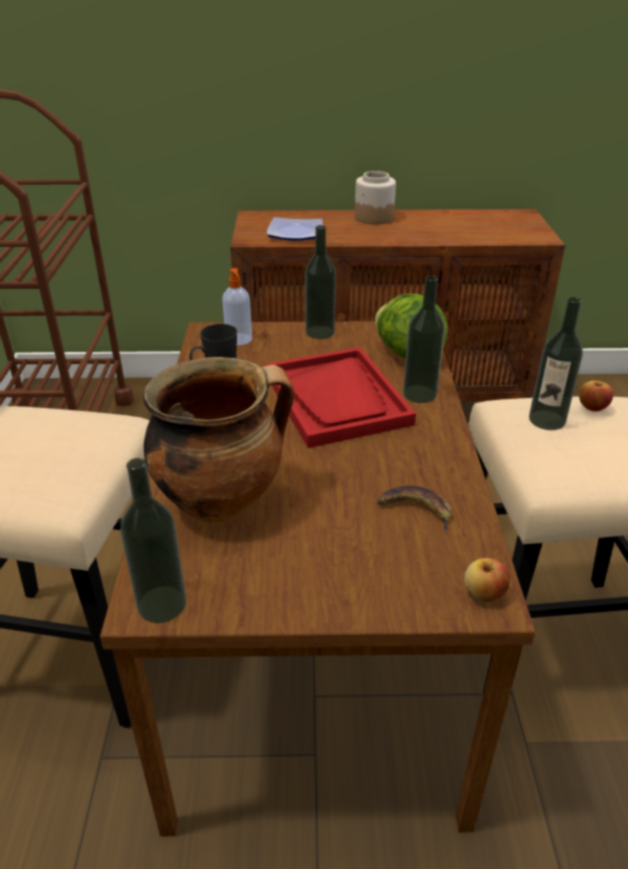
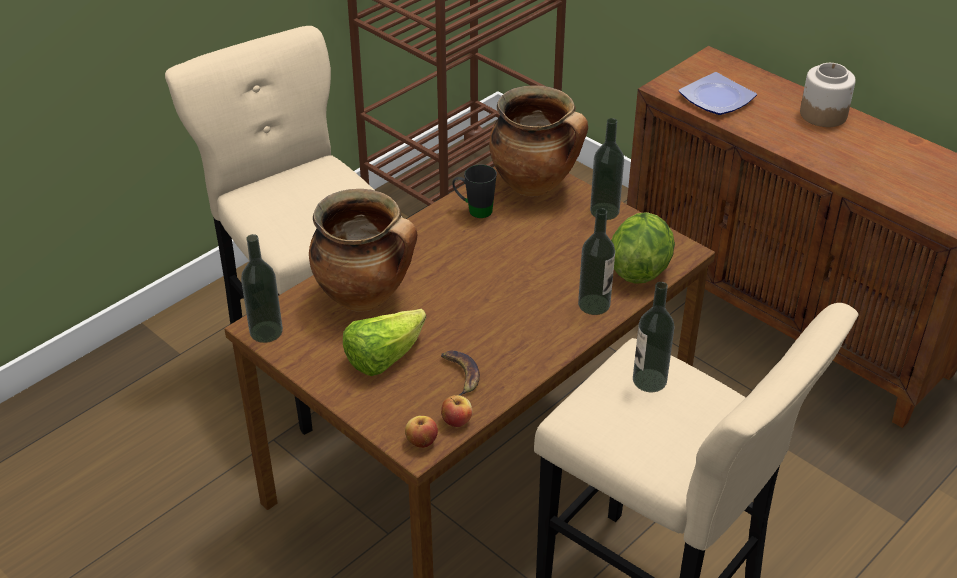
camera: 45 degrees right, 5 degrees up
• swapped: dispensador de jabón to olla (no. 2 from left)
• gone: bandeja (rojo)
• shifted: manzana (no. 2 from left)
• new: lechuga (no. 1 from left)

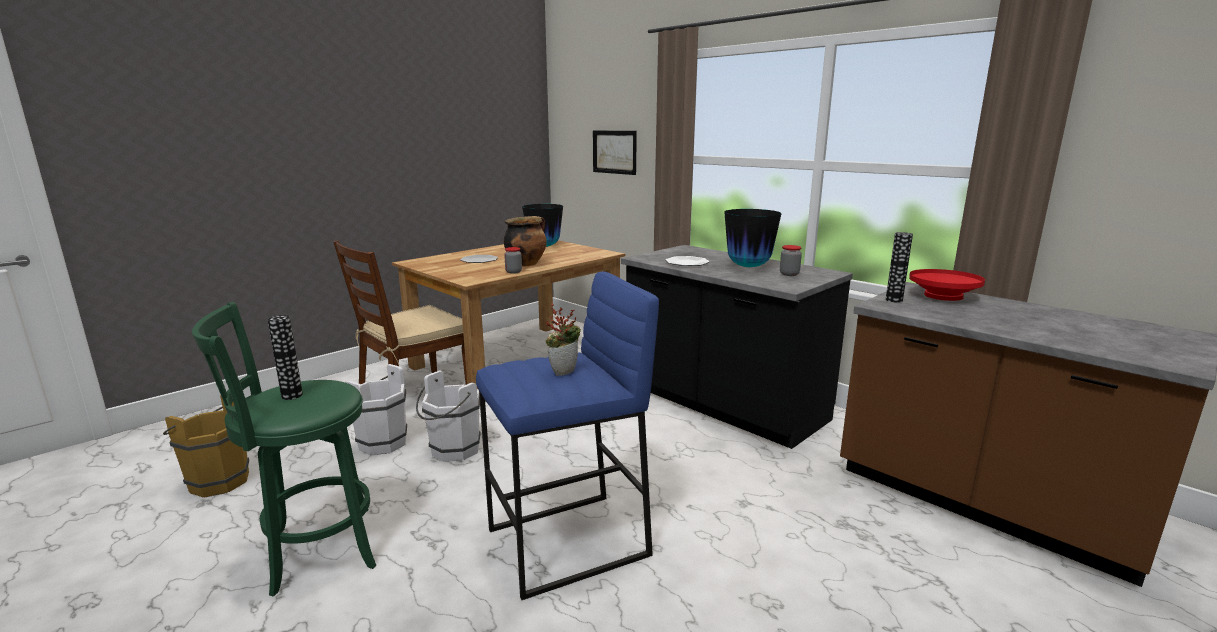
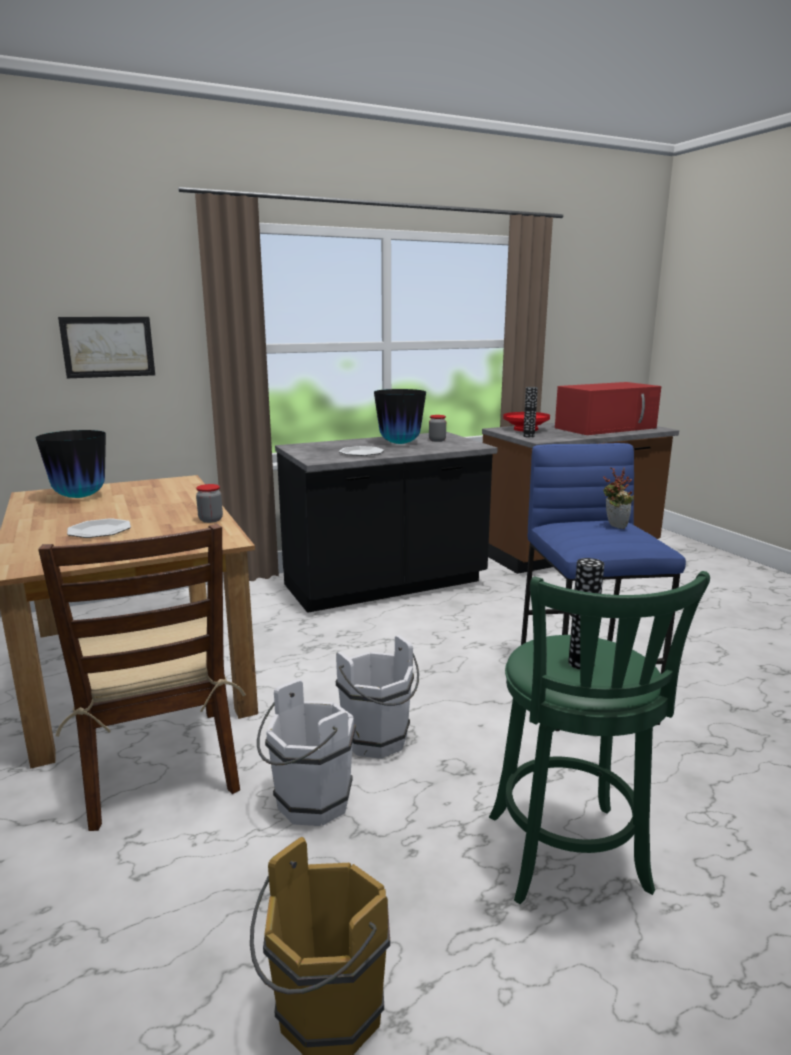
camera: 70 degrees left, 0 degrees up
• gone: olla
• new: microondas (rojo)

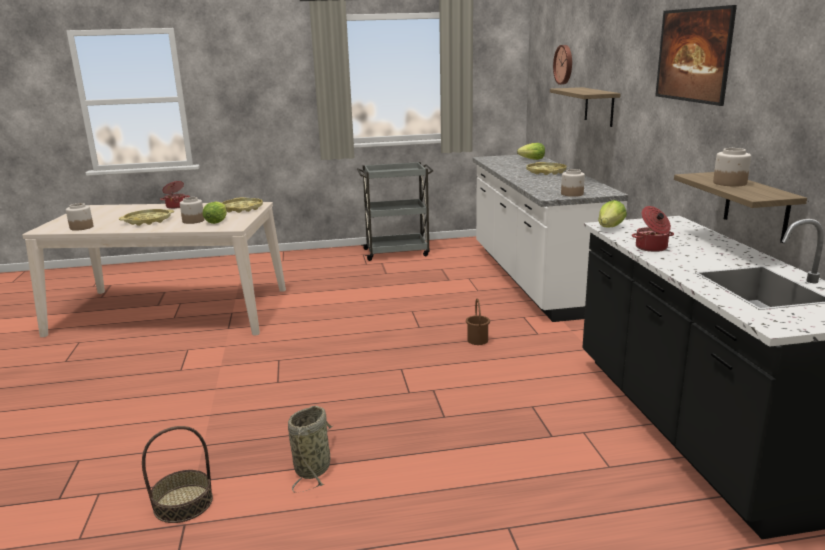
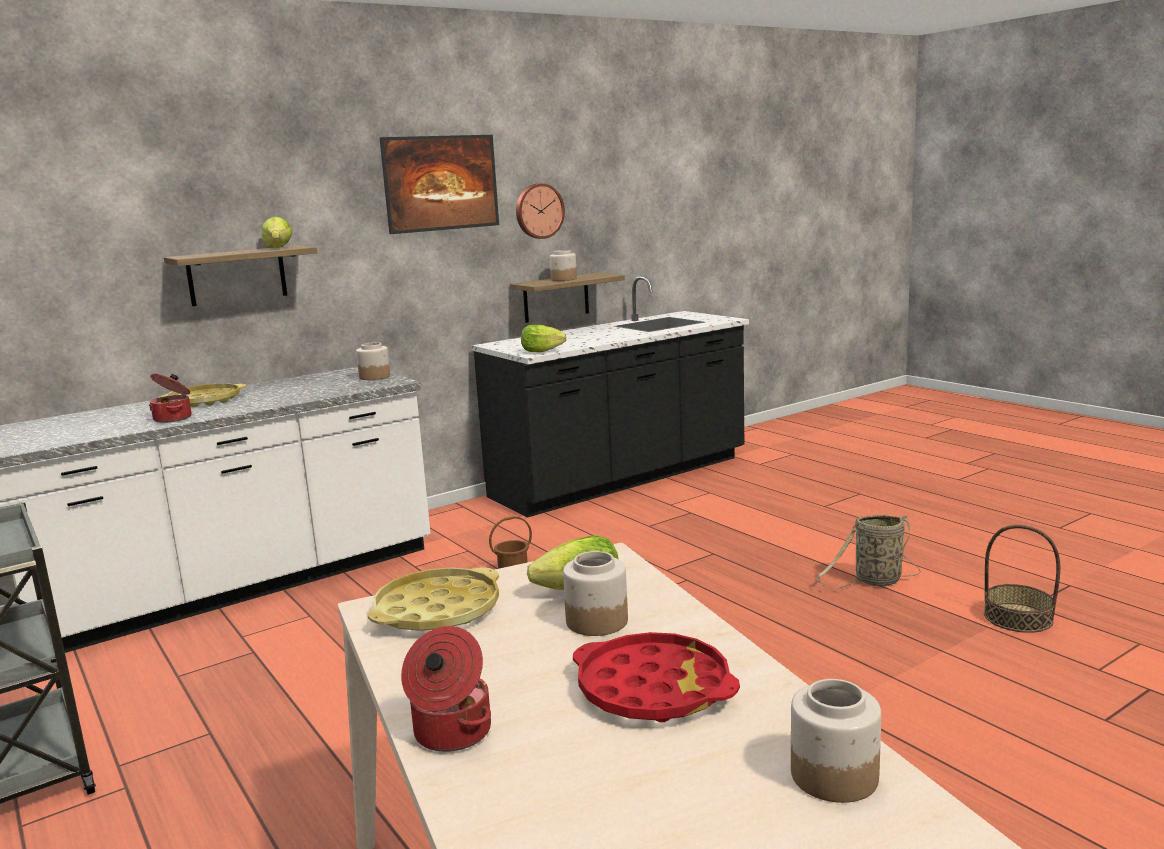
camera: 115 degrees left, 5 degrees down
• repainted: bandeja (amarillo) (no. 1 from left) to bandeja (rojo)
• shifted: lechuga (no. 2 from left in the first image) to lechuga (no. 1 from left)
• shifted: reloj de pared
• shifted: olla (no. 2 from left in the first image) to olla (no. 1 from left)

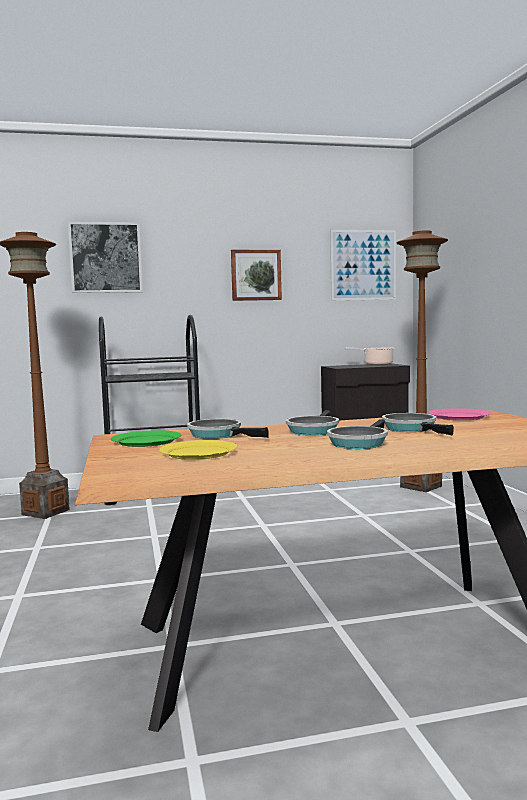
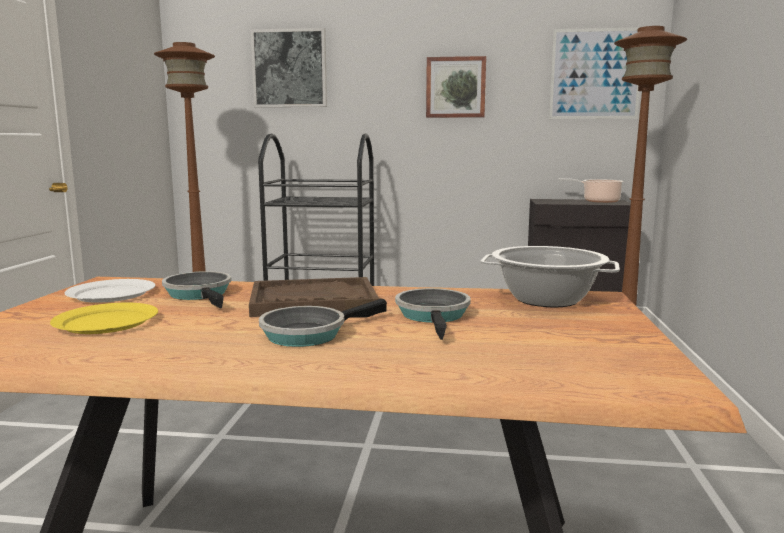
camera: 20 degrees right, 5 degrees up
• repainted: plato (verde) to plato (blanco)
• swapped: sartén (no. 2 from left) to bandeja (marrón)
• swapped: plato (rosa) to olla (no. 1 from left)

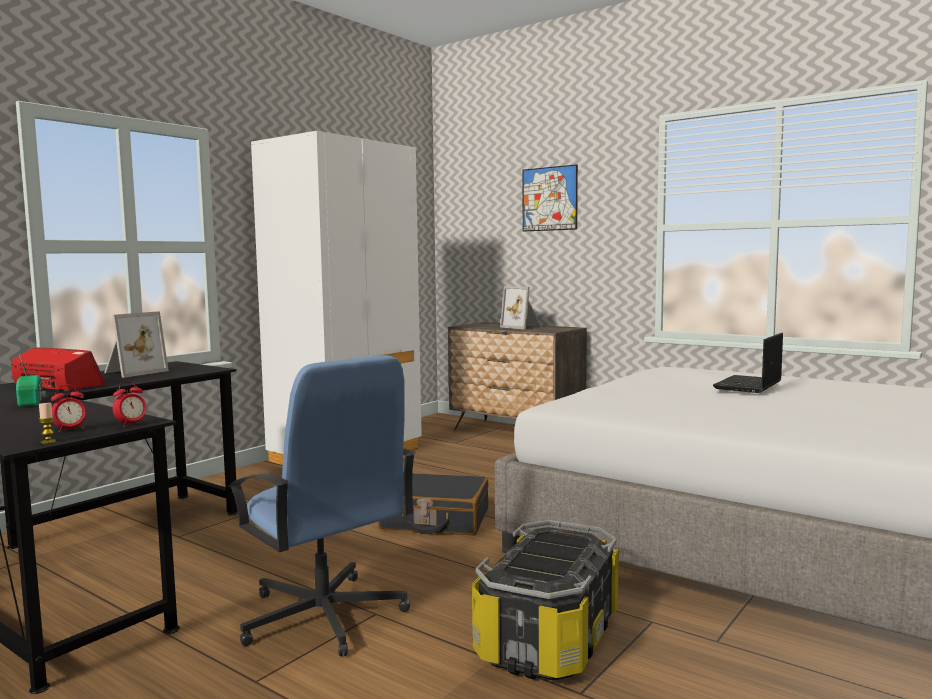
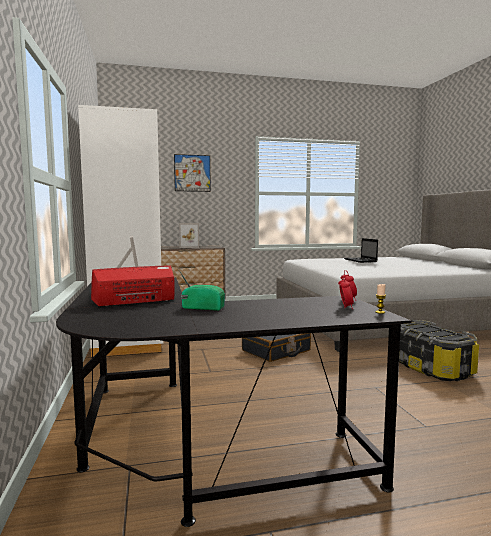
camera: 50 degrees left, 0 degrees up
• gone: silla de oficina (azul)

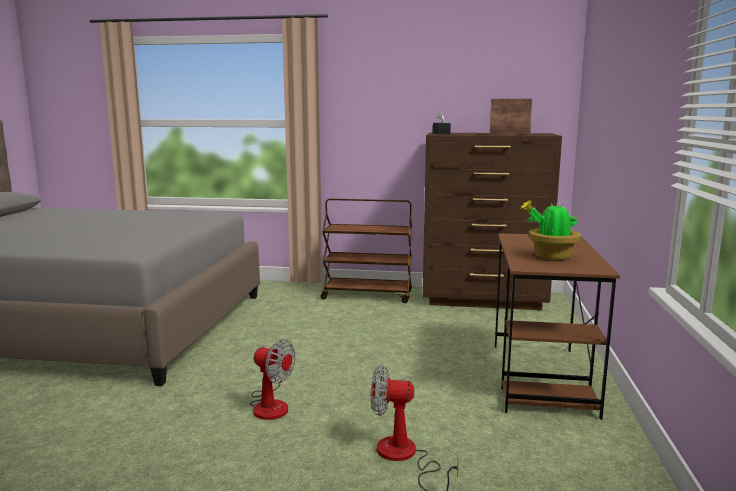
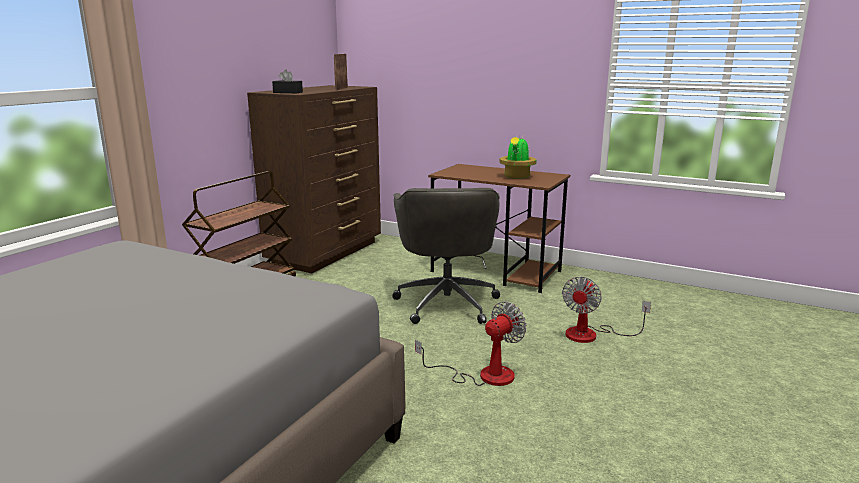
camera: 70 degrees left, 5 degrees up
• new: silla de oficina (gris)

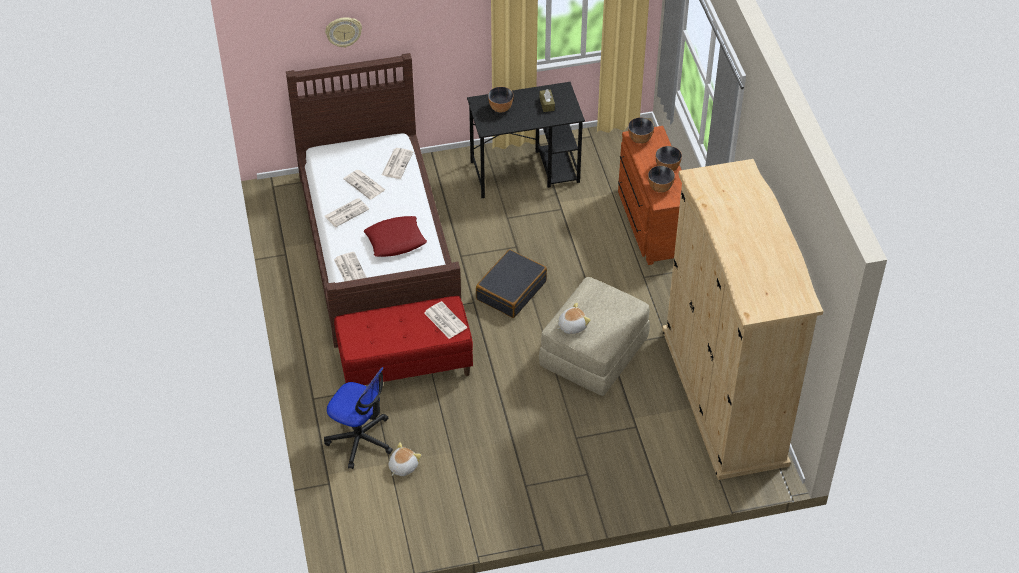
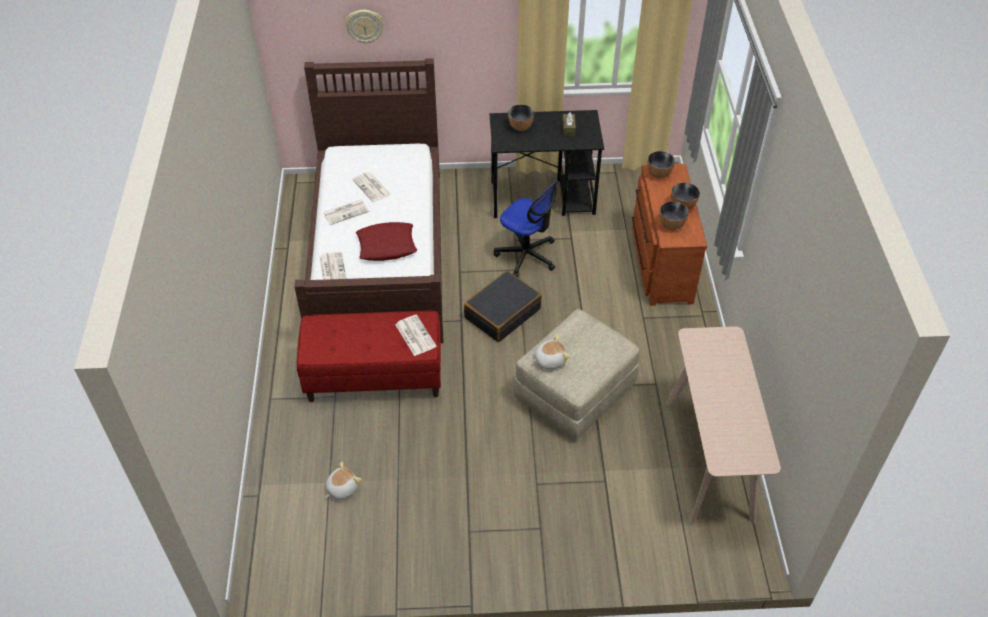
camera: 10 degrees right, 0 degrees up
• shifted: silla de oficina
• gone: periódico (no. 4 from left)
• swapped: armario ropero (beis) to mesa consola (beis)

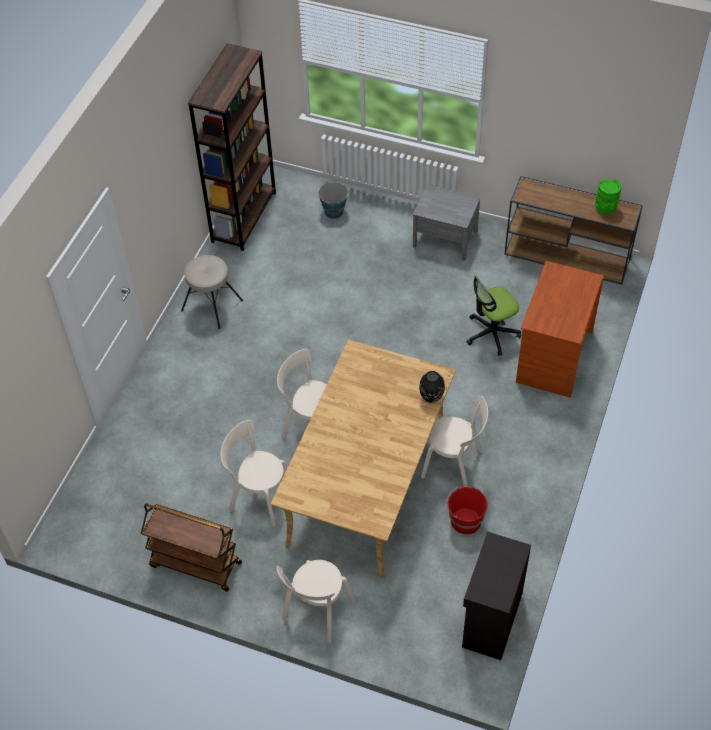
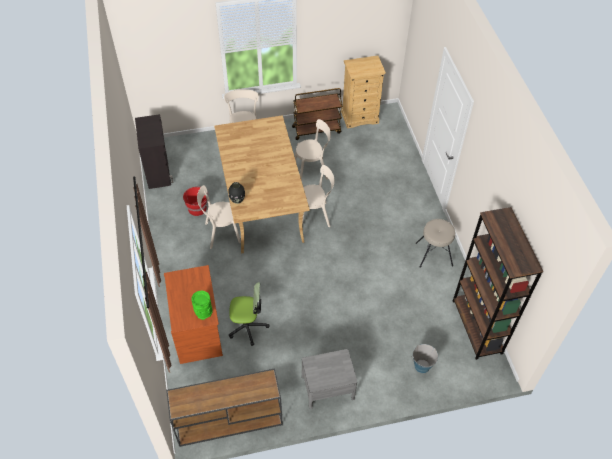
camera: 145 degrees right, 0 degrees up
• rotated: silla de oficina 60 degrees clockwise
• shifted: florero (verde)
• new: cómoda (beis)

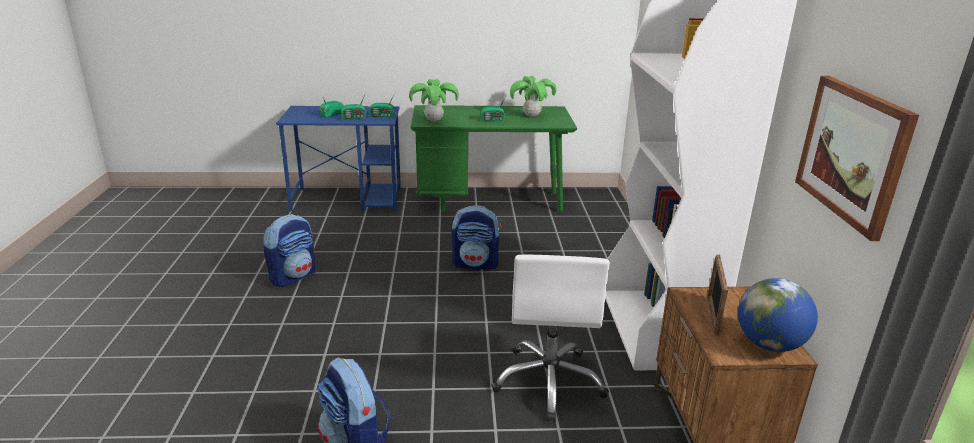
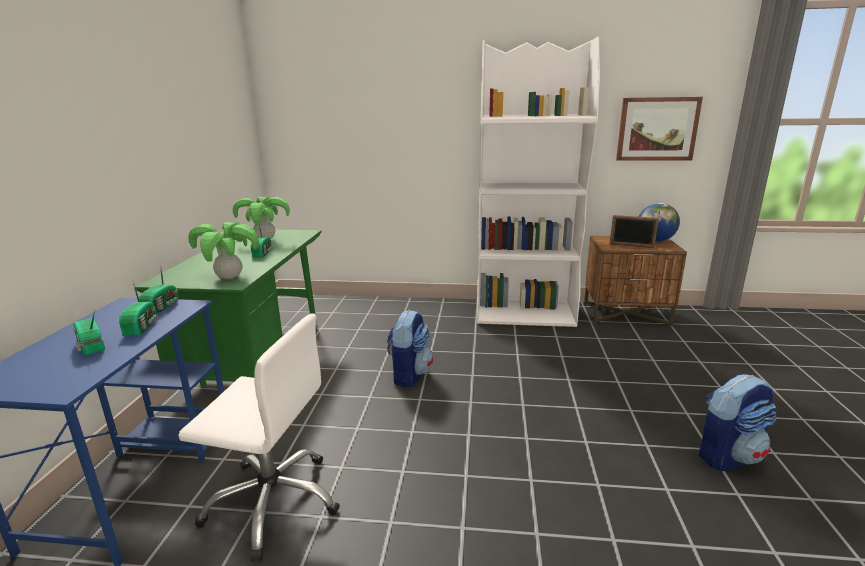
camera: 80 degrees left, 5 degrees down
• gone: mochila (no. 1 from left)
• shifted: silla de oficina (blanco)

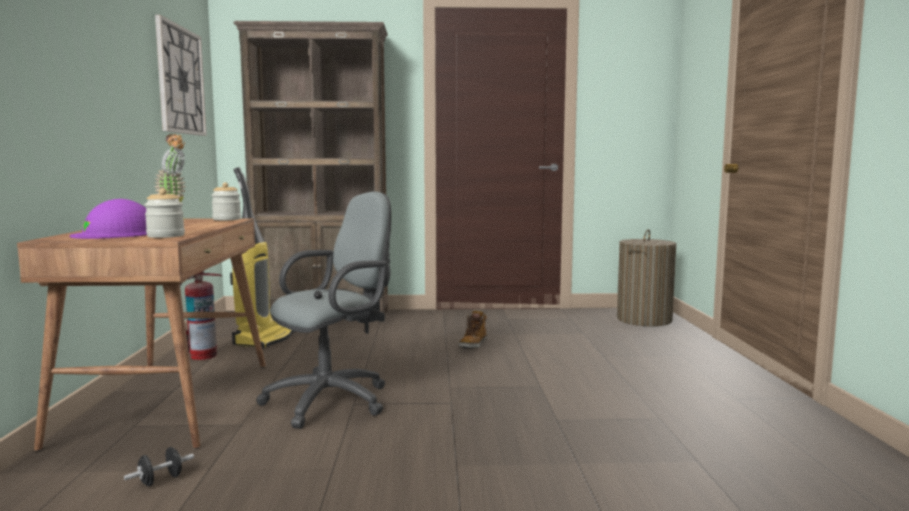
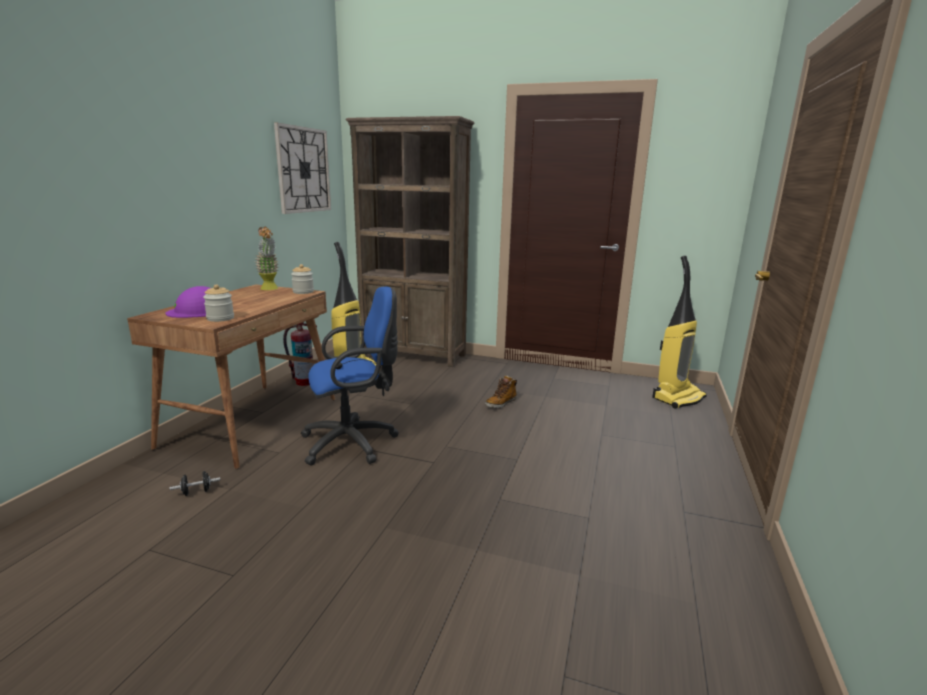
camera: 20 degrees right, 10 degrees up
• repainted: silla de oficina (gris) to silla de oficina (azul)
• swapped: cesto de la ropa to aspiradora (no. 2 from left)

